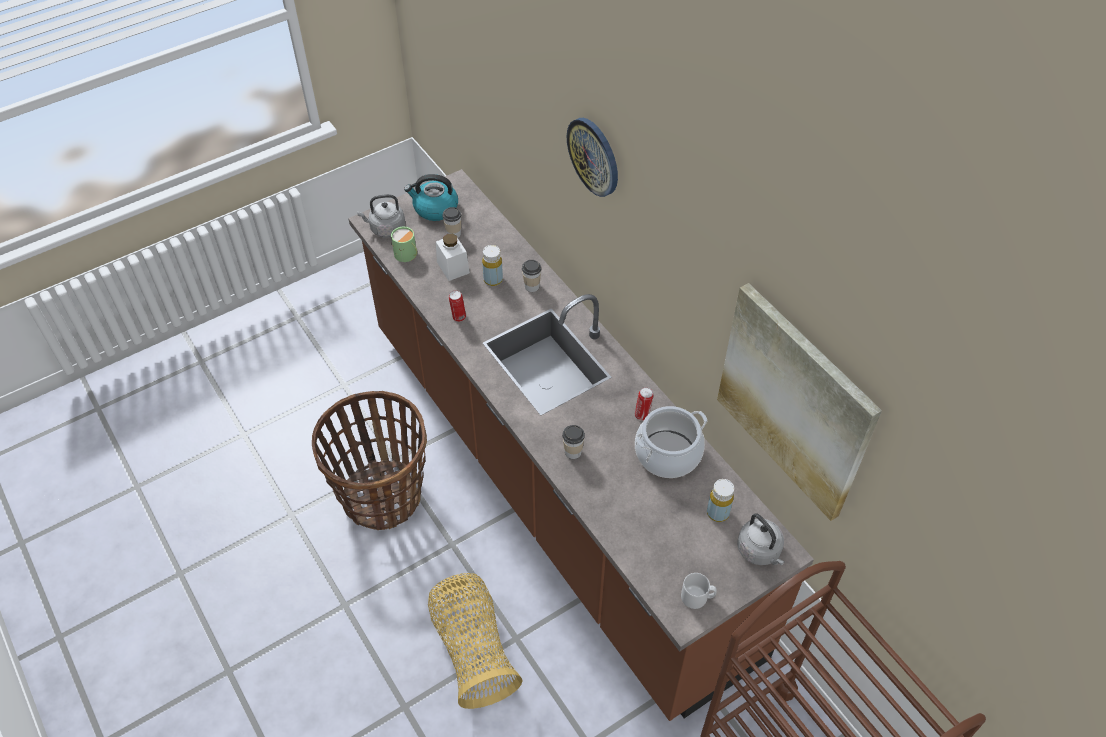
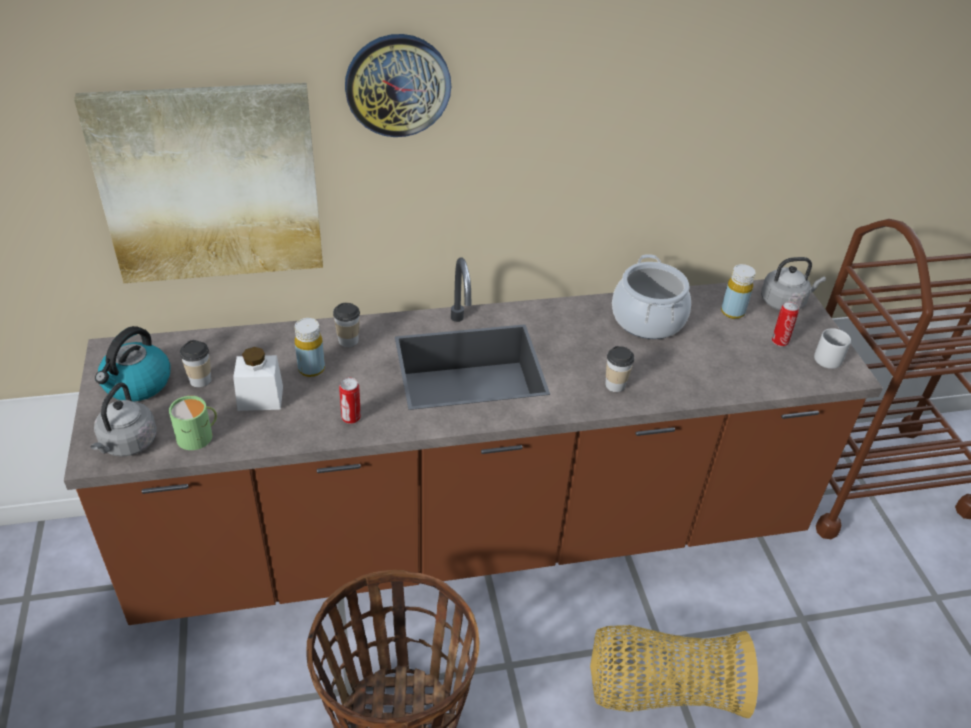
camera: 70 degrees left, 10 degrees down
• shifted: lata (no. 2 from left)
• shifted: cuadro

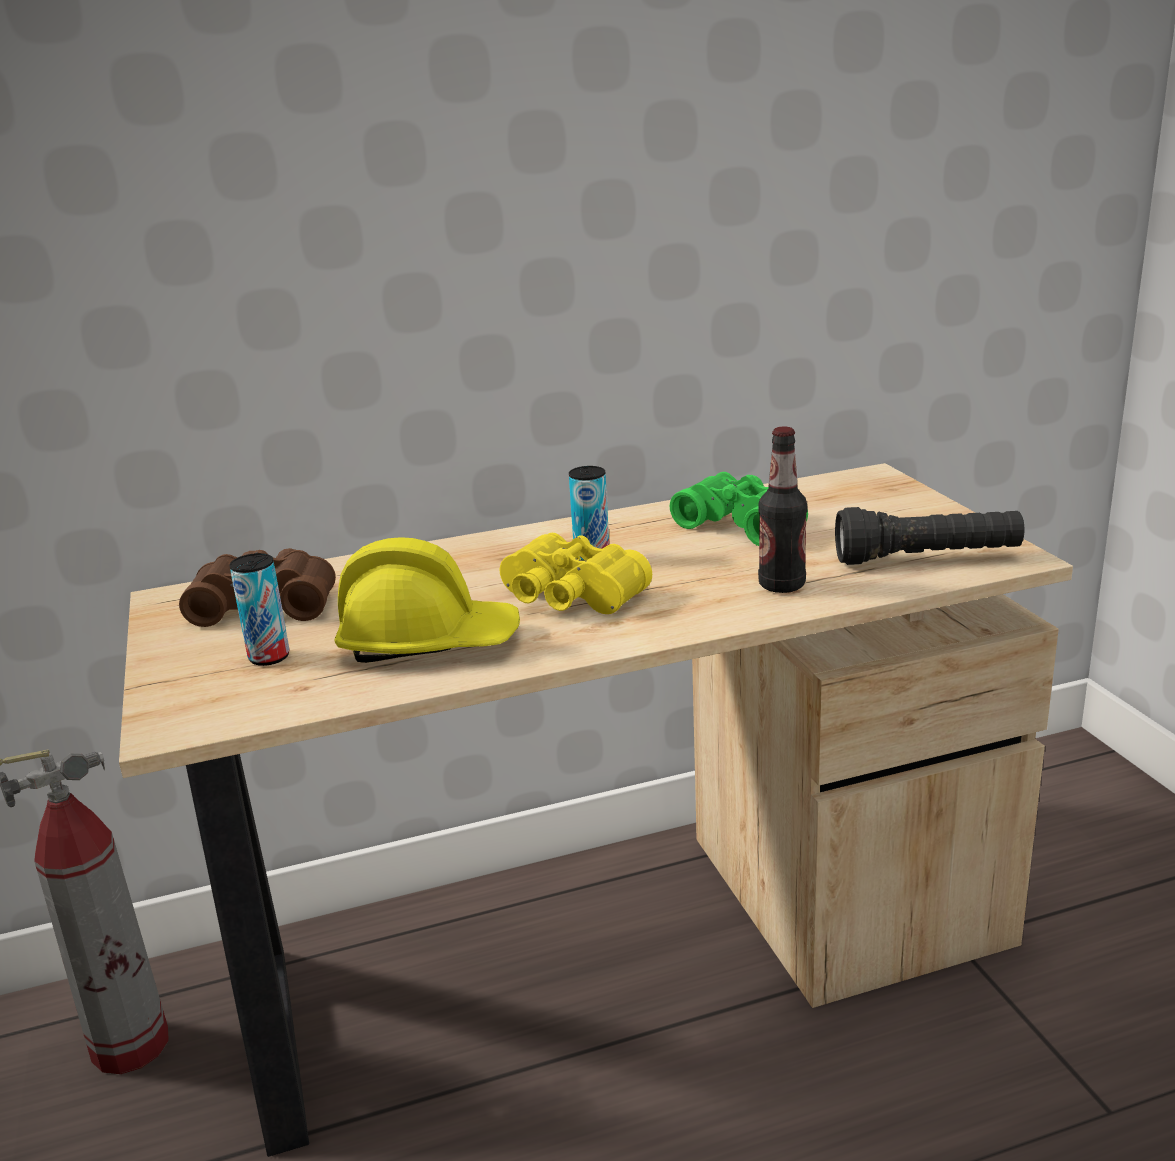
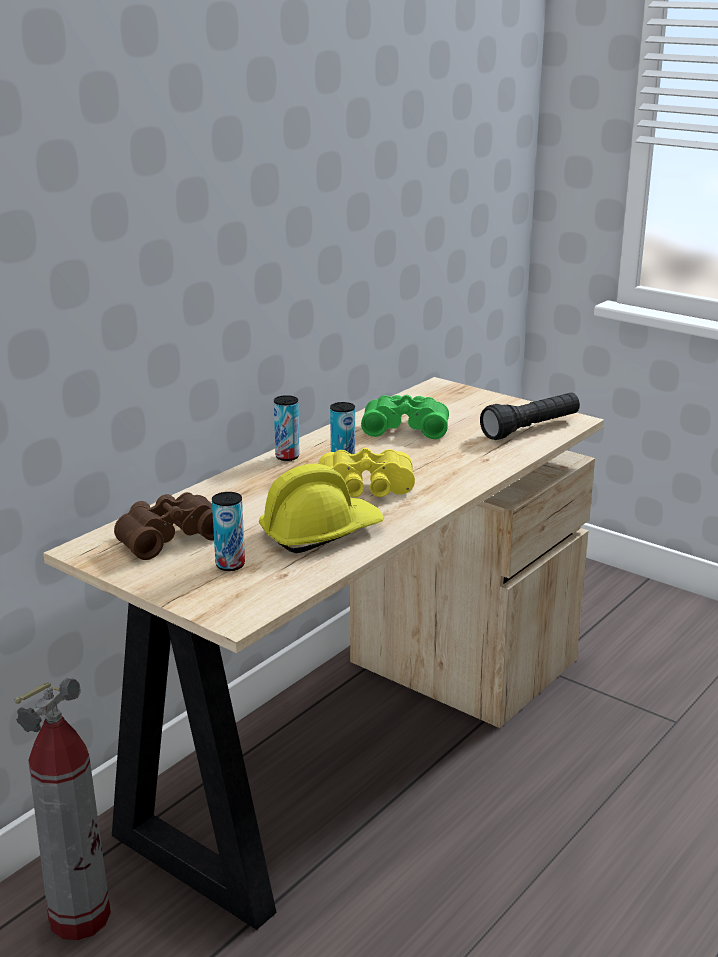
camera: 35 degrees left, 0 degrees up
• gone: botella
• new: lata (no. 2 from left)

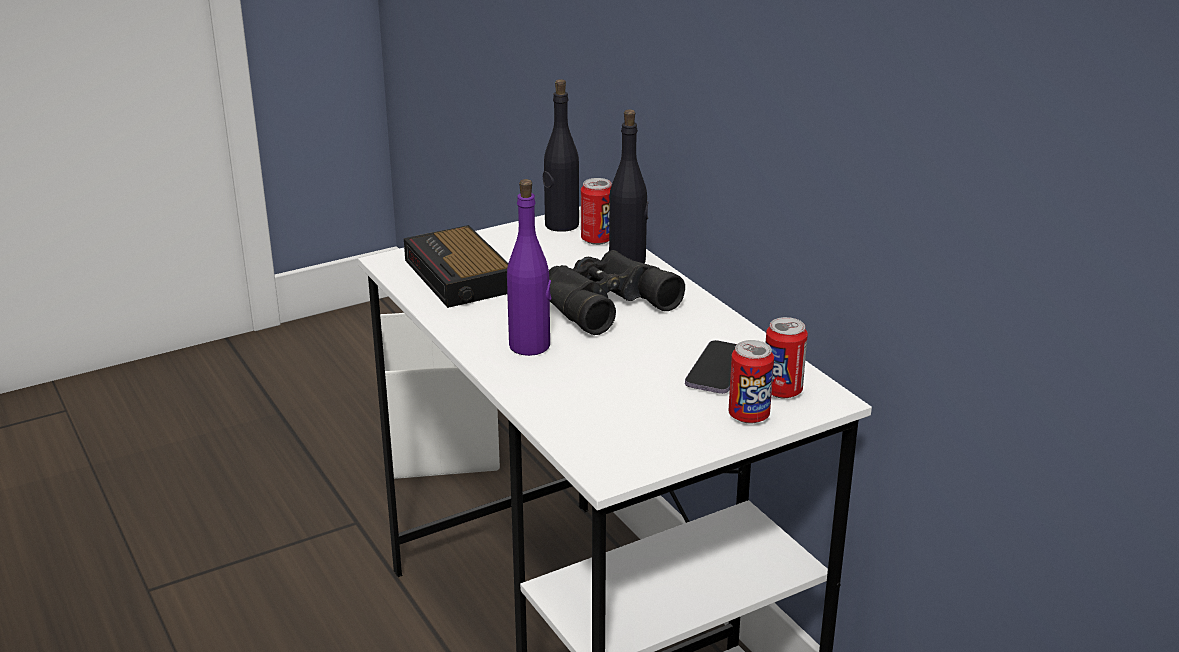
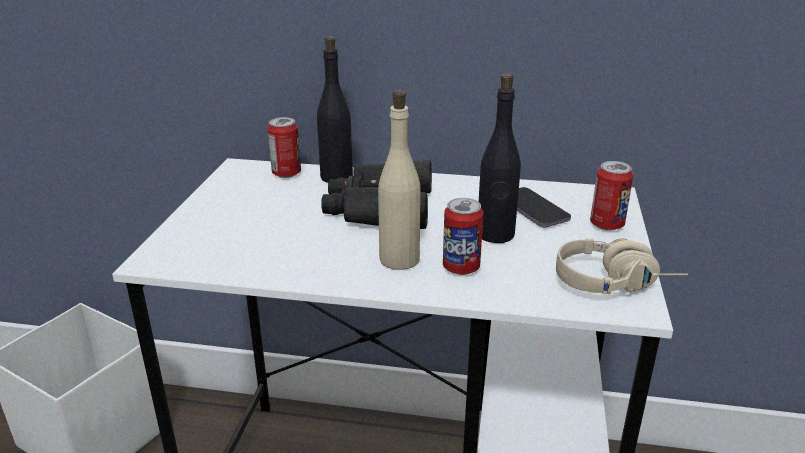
camera: 50 degrees left, 0 degrees up
• gone: despertador
• repainted: botella (morado) to botella (beis)
• shifted: botella (negro) (no. 1 from left in the first image) to botella (negro) (no. 2 from left)
• shifted: lata (no. 3 from left in the first image) to lata (no. 2 from left)
• new: auriculares (beis)

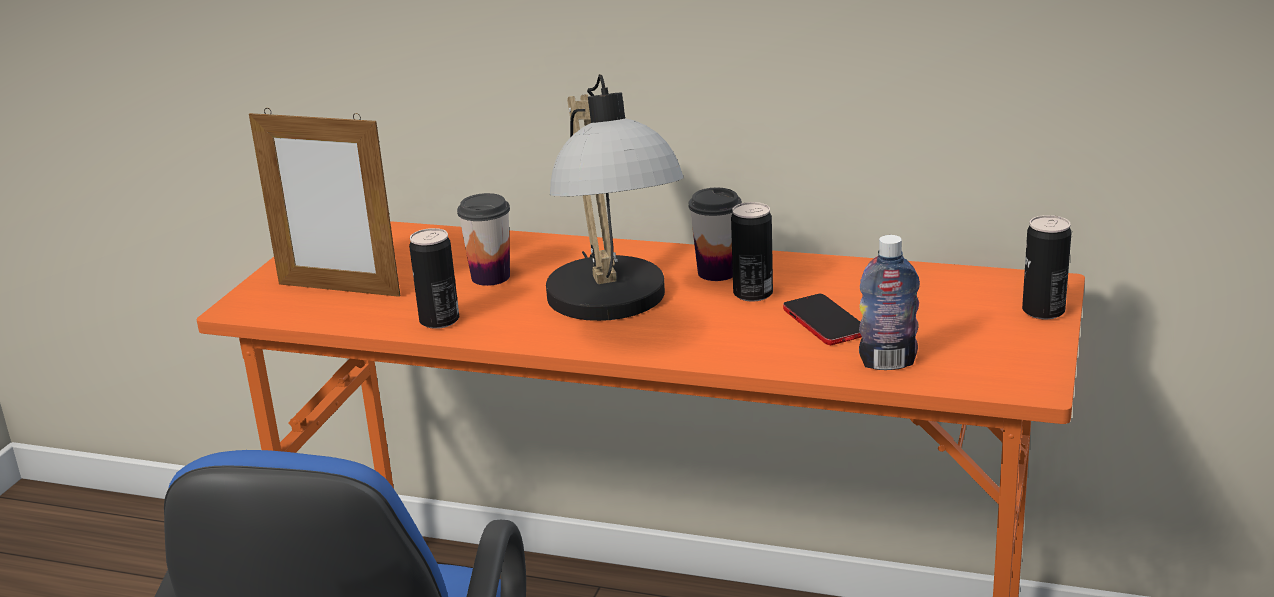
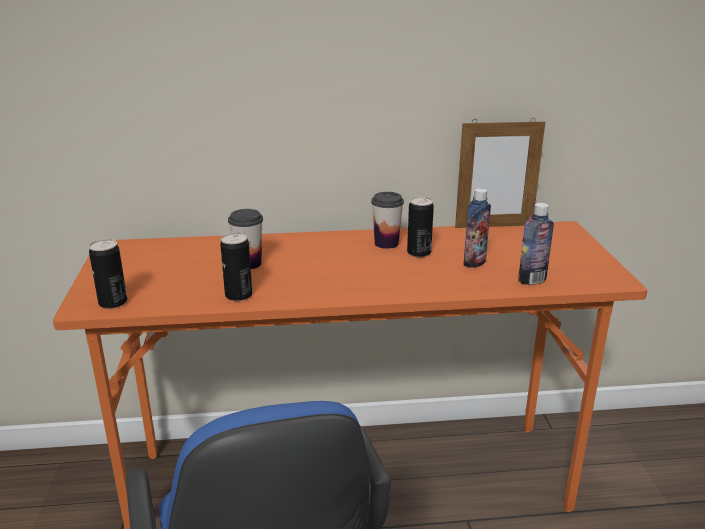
camera: 25 degrees left, 0 degrees up
• shifted: portarretratos
• gone: lámpara de mesa
• swapped: móvil to botella (no. 1 from left)
• shifted: lata (no. 3 from left in the first image) to lata (no. 1 from left)

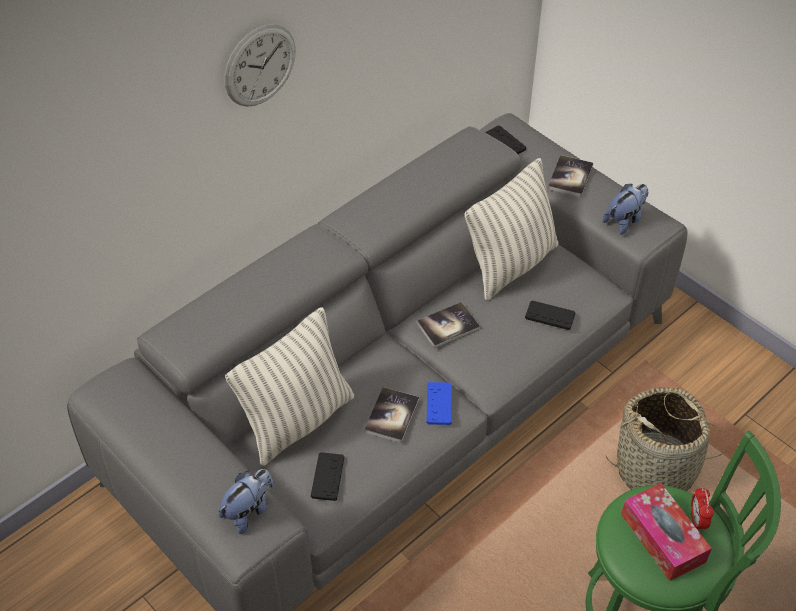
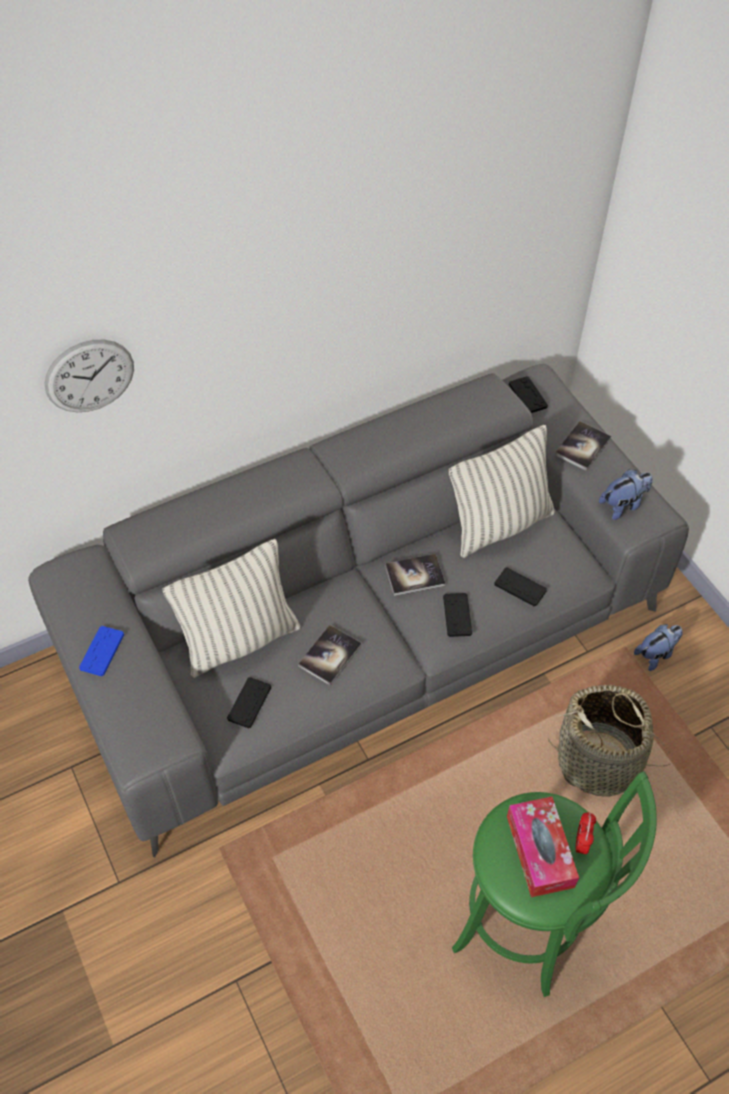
camera: 15 degrees right, 5 degrees up
• shifted: peluche (no. 1 from left in the first image) to peluche (no. 2 from left)
• shifted: reloj de pared
• shifted: mando de consola (azul)
• new: mando de consola (negro) (no. 2 from left)

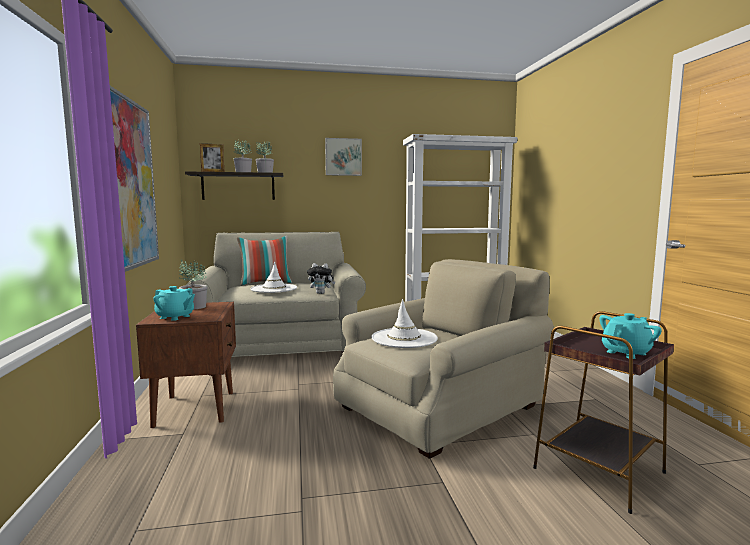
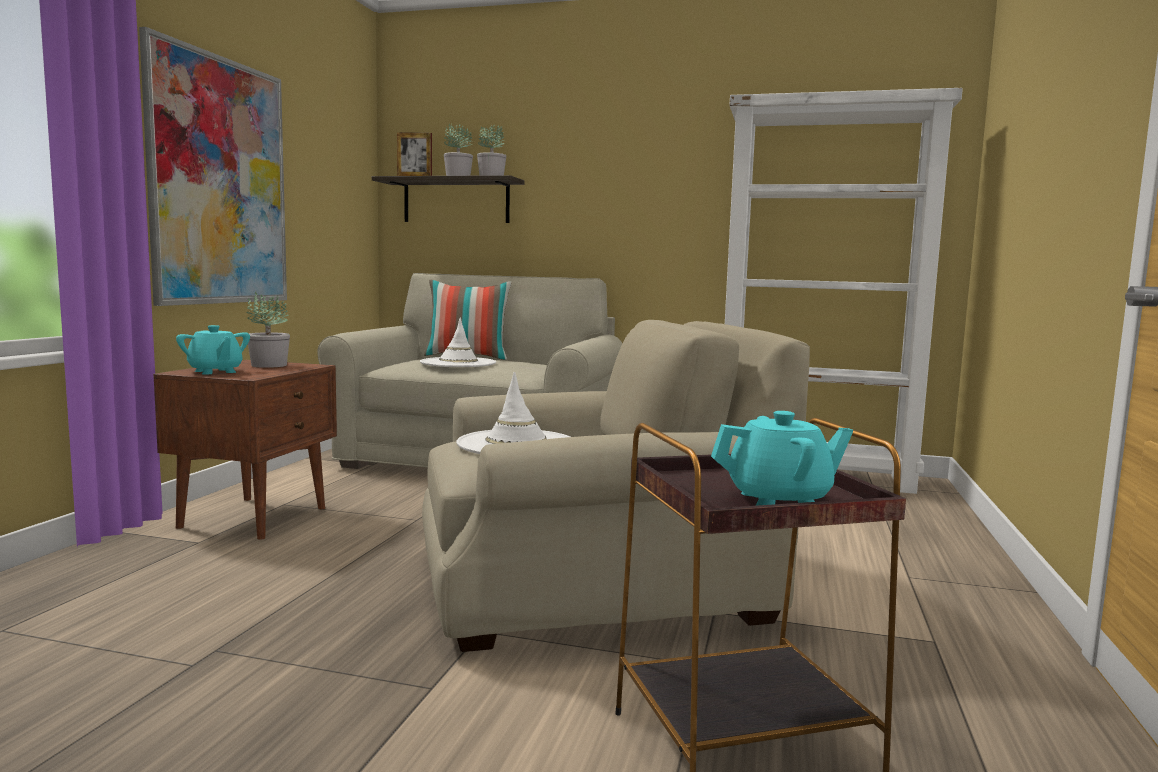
camera: 25 degrees right, 0 degrees up
• gone: peluche
• gone: cuadro (no. 2 from left)

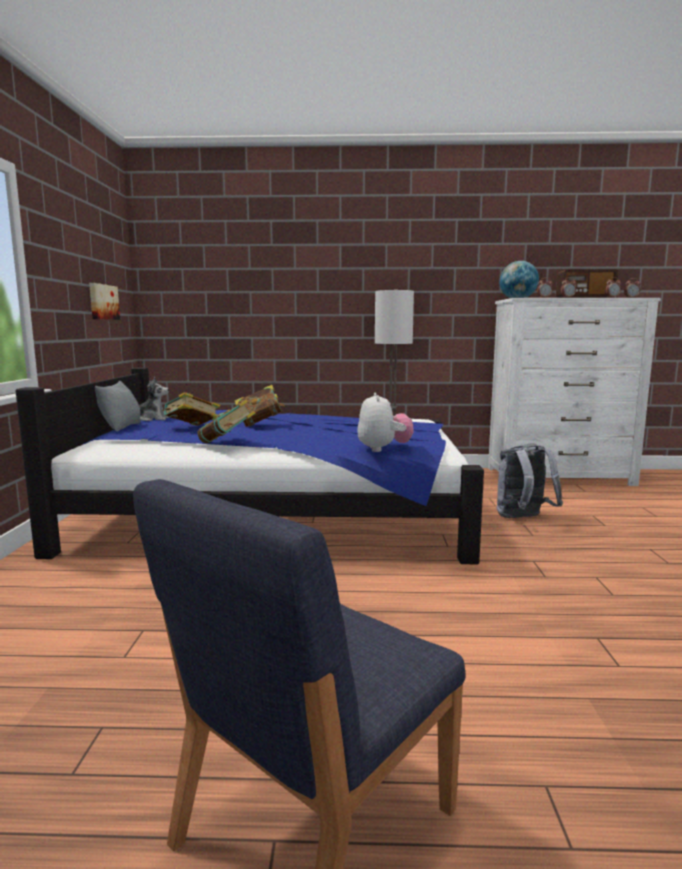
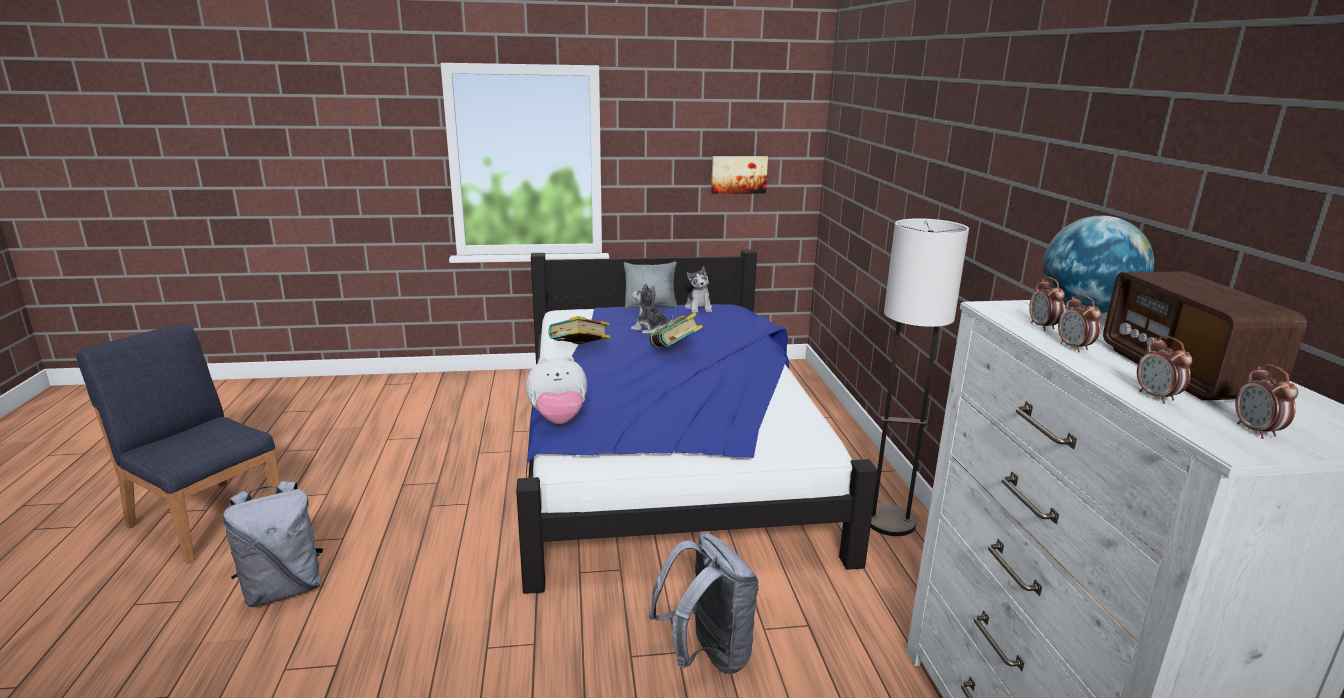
camera: 80 degrees right, 10 degrees up
• swapped: libro (no. 1 from left) to peluche (no. 2 from left)
• new: mochila (gris) (no. 1 from left)

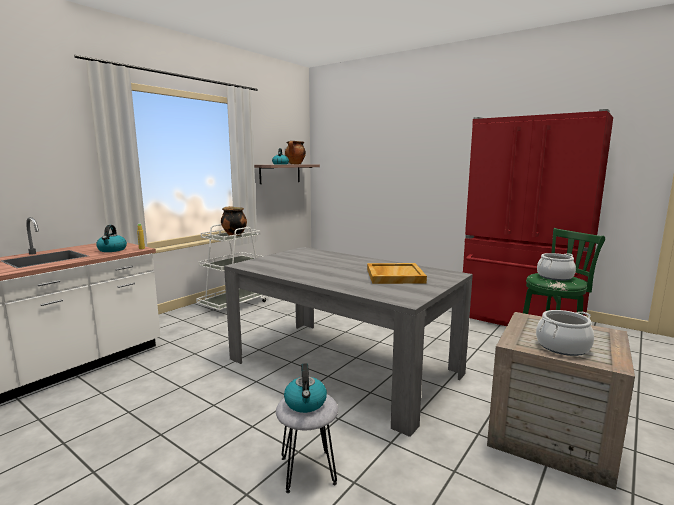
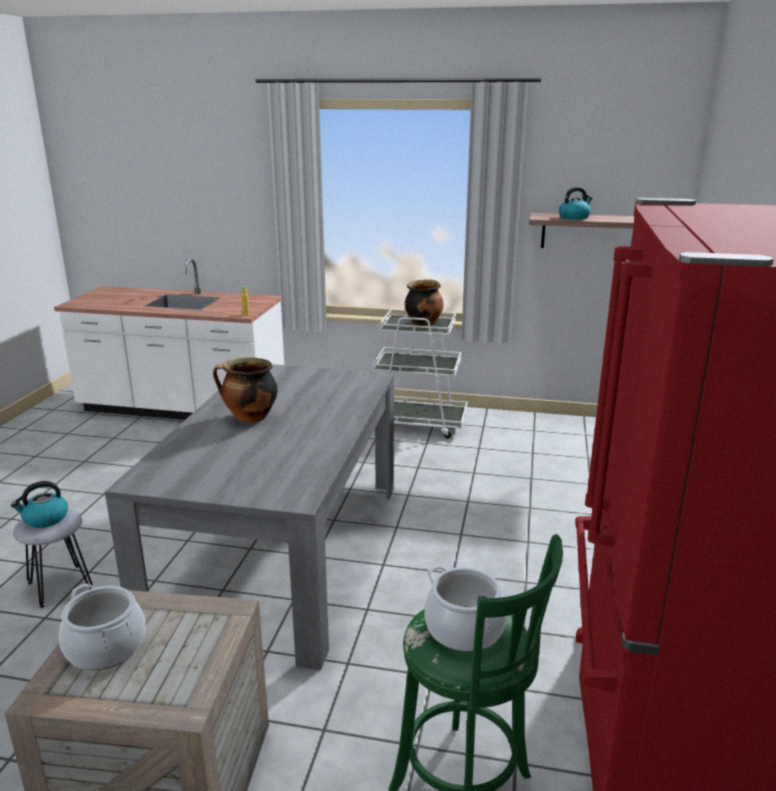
camera: 65 degrees right, 10 degrees up
• gone: hervidor (no. 1 from left)
• shifted: olla (no. 2 from left)
• gone: bandeja (beis)

